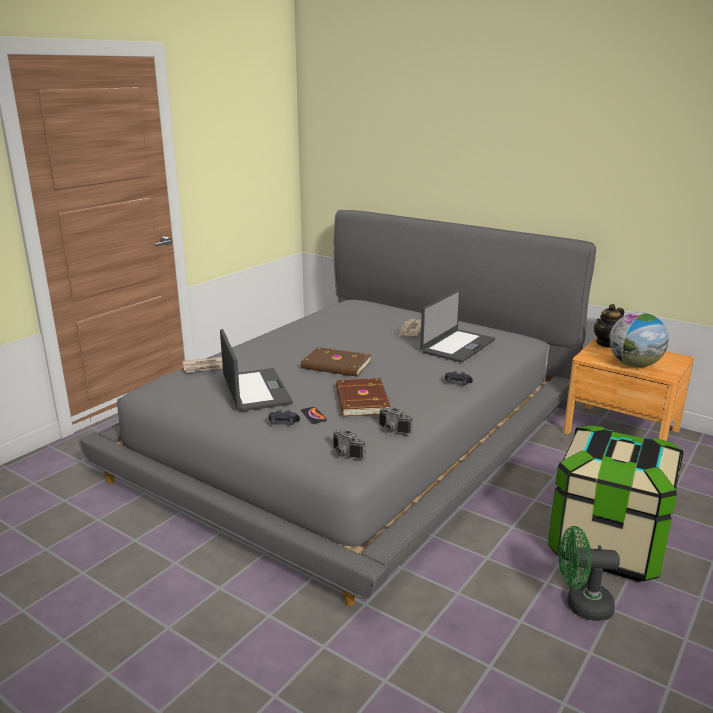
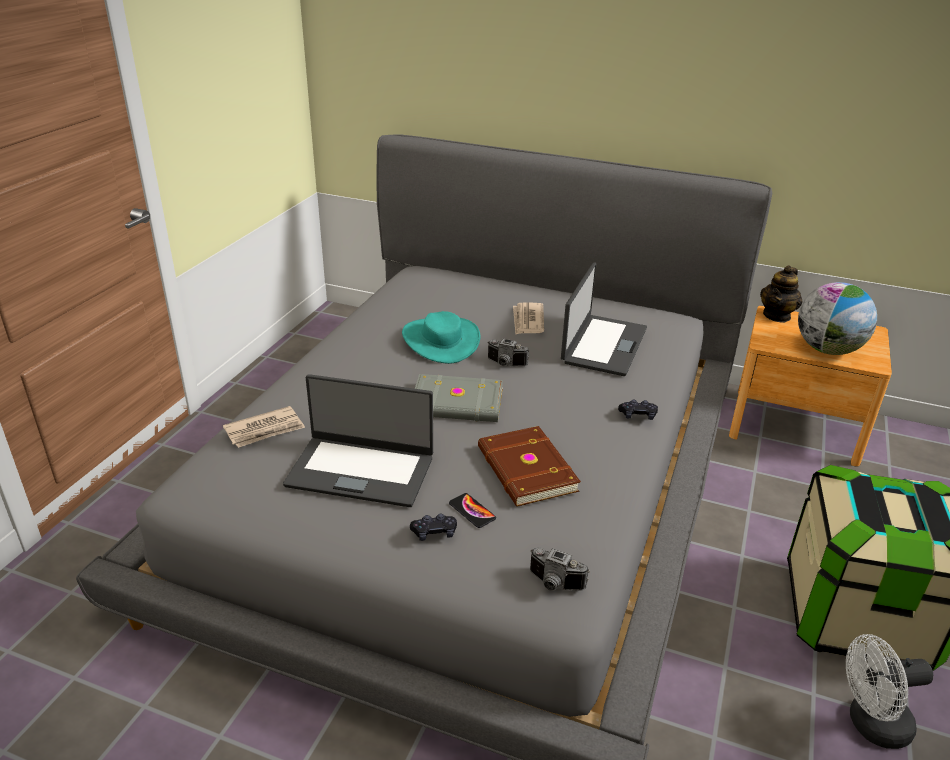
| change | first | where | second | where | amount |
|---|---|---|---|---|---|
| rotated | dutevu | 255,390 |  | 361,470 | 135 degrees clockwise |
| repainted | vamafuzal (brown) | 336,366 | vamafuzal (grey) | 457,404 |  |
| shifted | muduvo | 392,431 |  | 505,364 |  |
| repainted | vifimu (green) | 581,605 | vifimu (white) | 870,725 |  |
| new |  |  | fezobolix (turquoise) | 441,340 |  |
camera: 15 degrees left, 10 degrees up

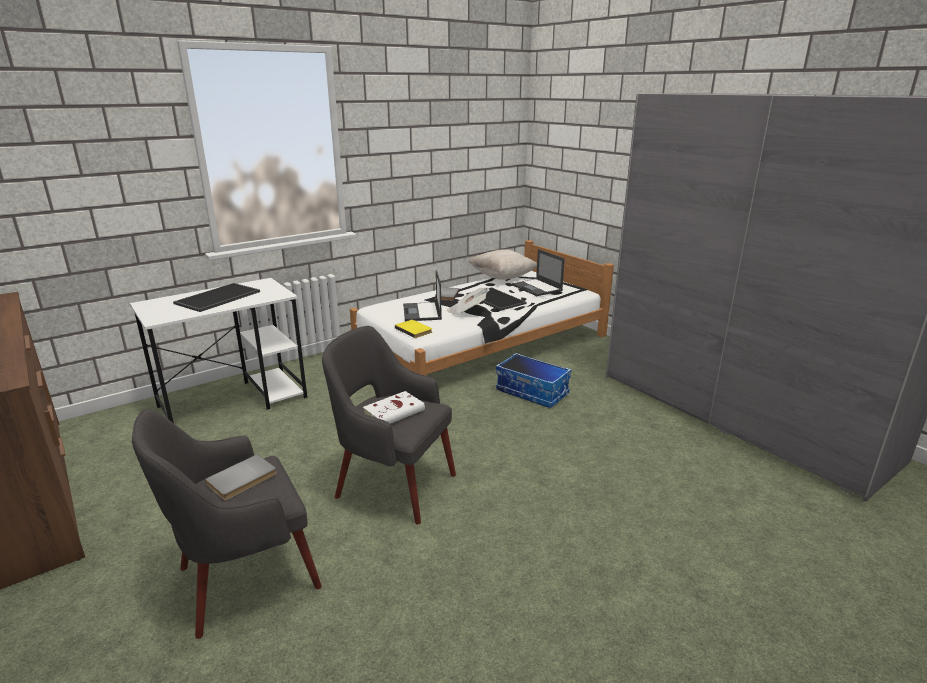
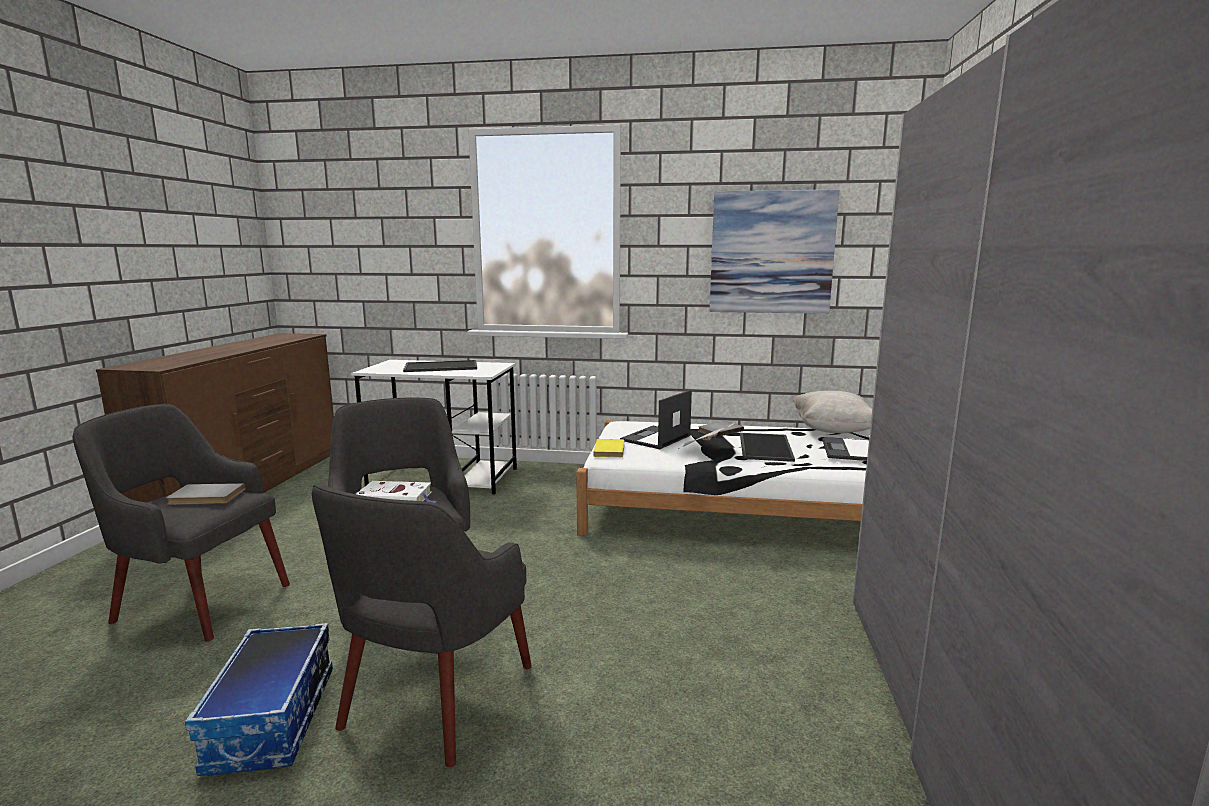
| change | first | where | second | where | amount |
|---|---|---|---|---|---|
| shifted | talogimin | 533,392 |  | 274,720 |  |
| new |  |  | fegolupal | 771,252 |  |
| new |  |  | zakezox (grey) | 436,698 |  |
camera: 45 degrees right, 10 degrees down

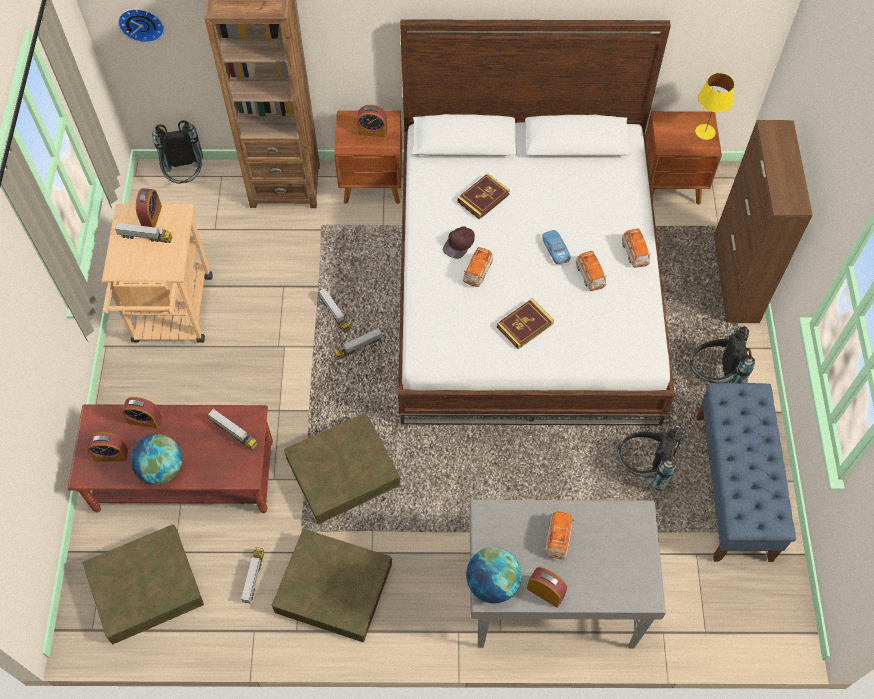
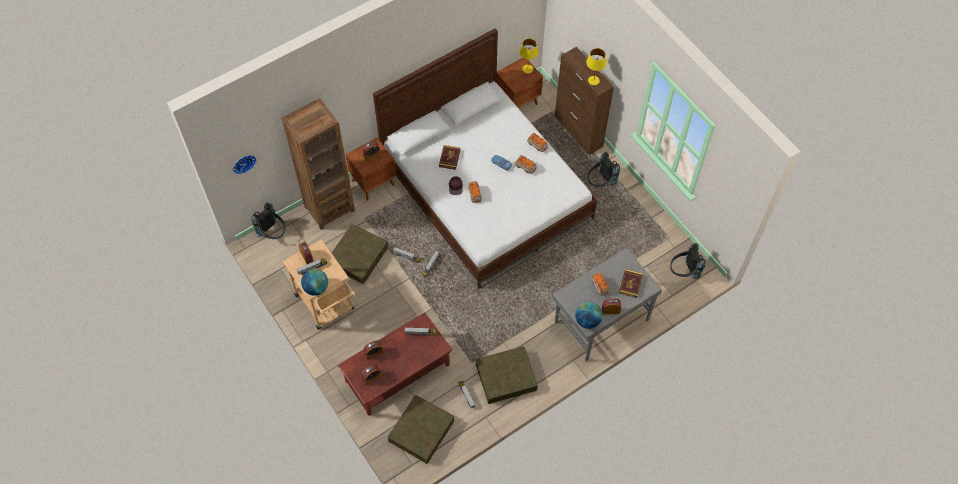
| change | first | where | second | where | amount |
|---|---|---|---|---|---|
| shifted | vamafuzal | 524,325 |  | 630,284 |  |
| gone | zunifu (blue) | 733,487 |  |  |  |
| shifted | talogimin (brown) | 342,472 |  | 358,256 |  |
| shifted | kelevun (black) | 643,468 |  | 683,272 |  |
| shifted | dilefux | 161,469 |  | 316,288 |  |
| new |  |  | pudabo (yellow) | 593,80 |  |
camera: 35 degrees left, 0 degrees up

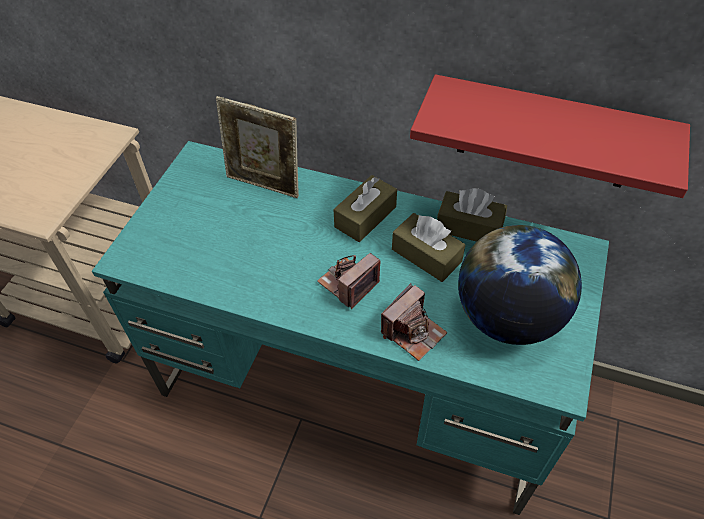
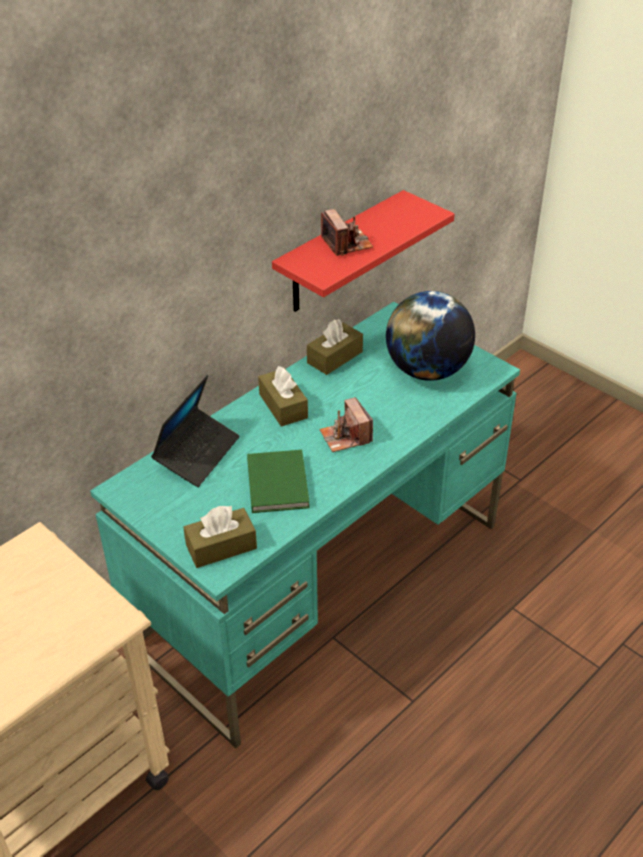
| change | first | where | second | where | amount |
|---|---|---|---|---|---|
| swapped | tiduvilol | 264,184 | dutevu | 197,453 |  |
| shifted | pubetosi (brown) | 426,255 |  | 221,547 |  |
| shifted | muduvo | 413,332 |  | 346,244 |  |
| new |  |  | vamafuzal (green) | 278,482 |  |
camera: 65 degrees left, 10 degrees down

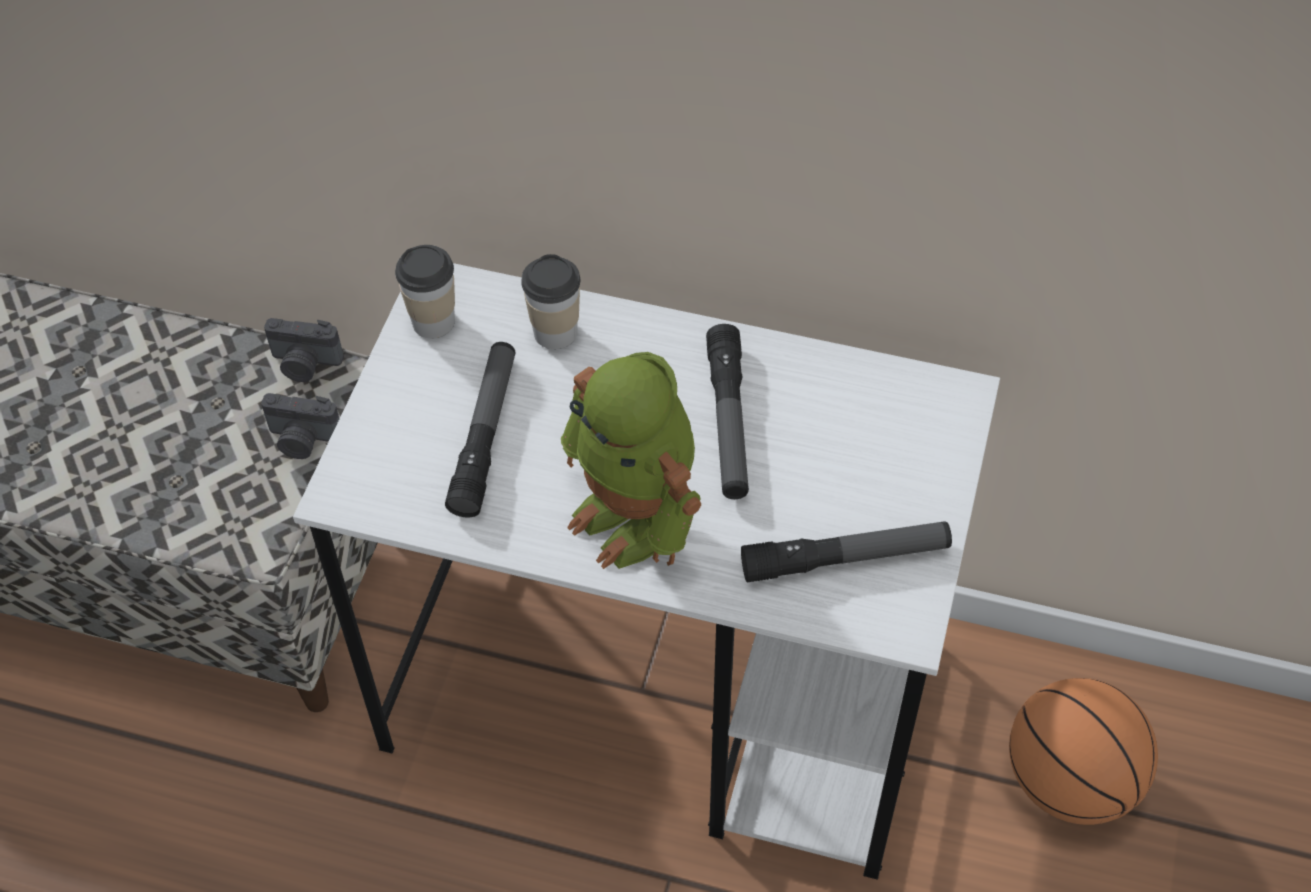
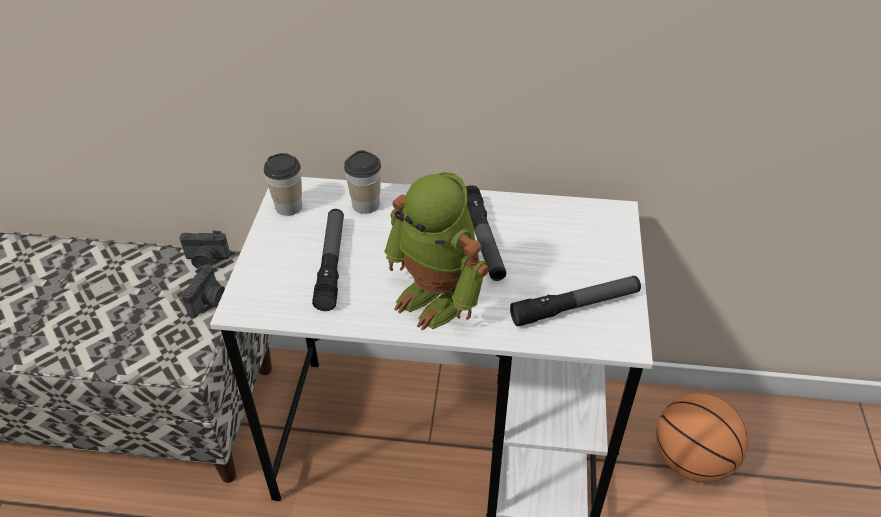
| change | first | where | second | where | amount |
|---|---|---|---|---|---|
| rotated | muduvo | 303,440 |  | 209,301 | 75 degrees counterclockwise |
camera: 10 degrees left, 10 degrees down

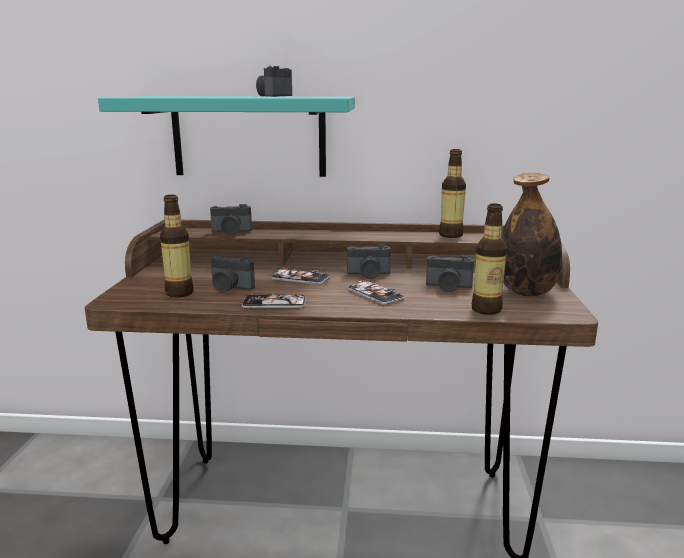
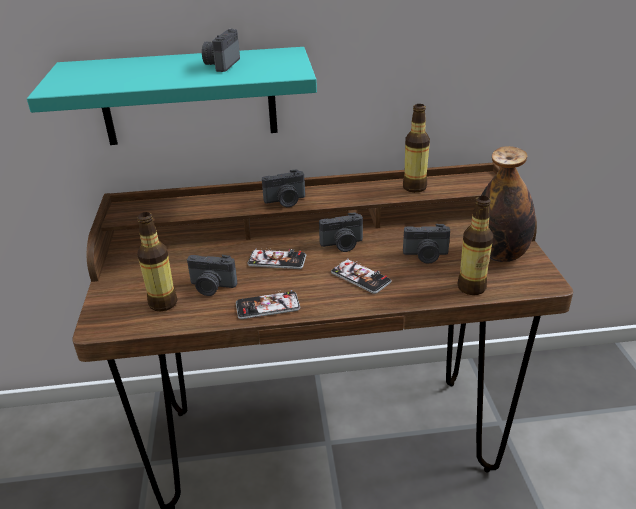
| change | first | where | second | where | amount |
|---|---|---|---|---|---|
| shifted | muduvo | 231,232 |  | 285,201 |  |
camera: 10 degrees left, 15 degrees up

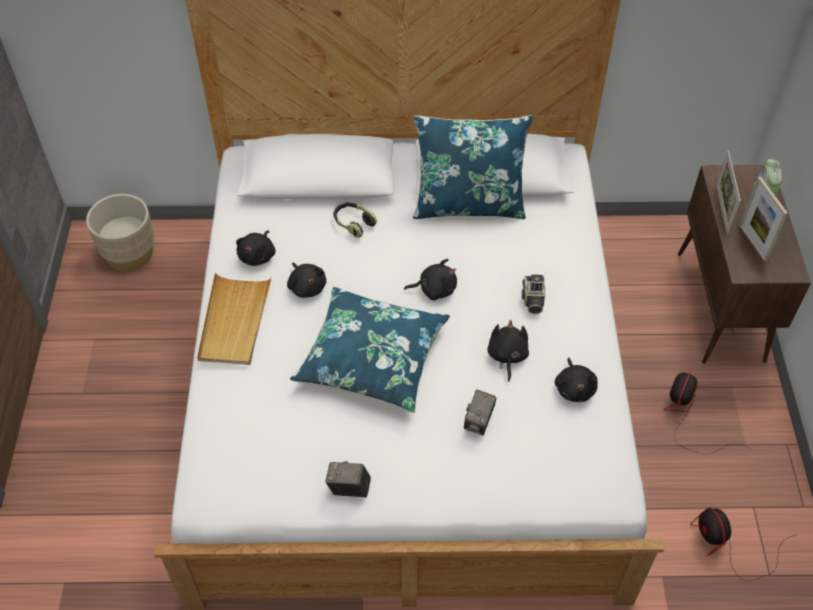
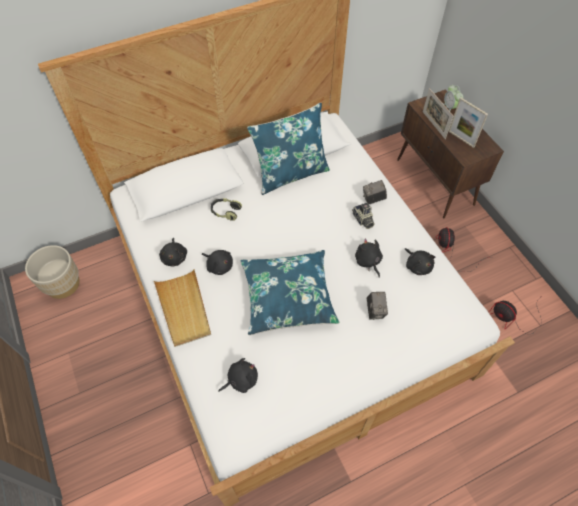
| change | first | where | second | where | amount |
|---|---|---|---|---|---|
| shifted | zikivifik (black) | 434,289 |  | 241,380 |  |
| shifted | muduvo | 349,489 |  | 373,199 |  |
camera: 25 degrees left, 5 degrees up

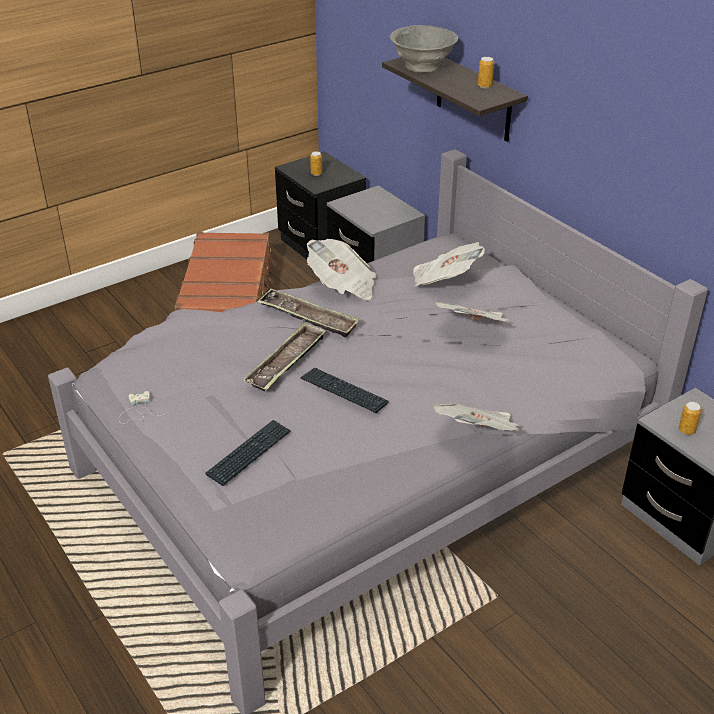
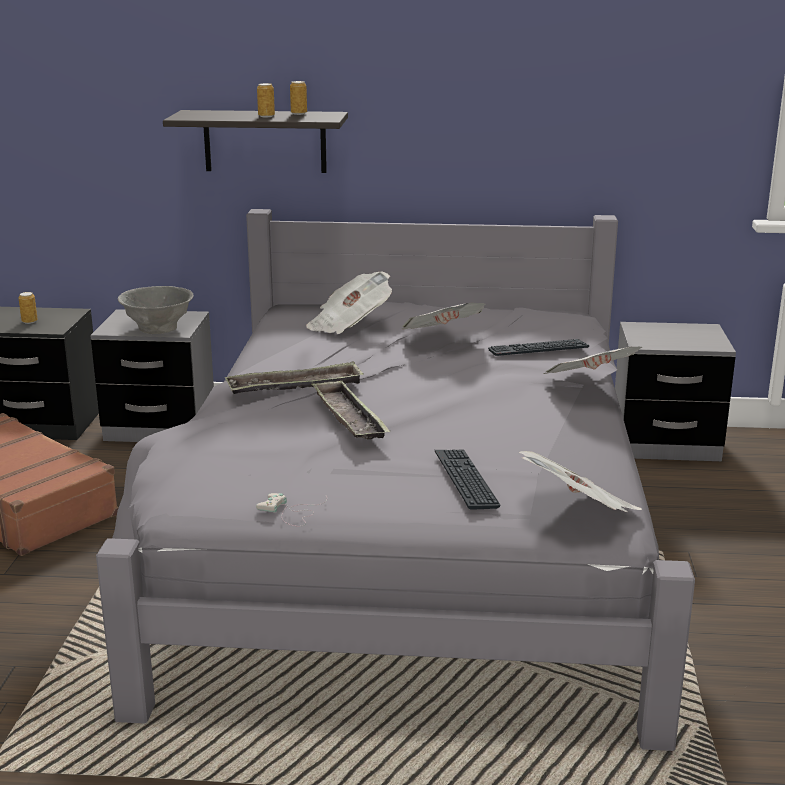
| change | first | where | second | where | amount |
|---|---|---|---|---|---|
| shifted | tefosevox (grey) | 422,66 |  | 158,328 |  |
| shifted | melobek | 342,285 |  | 579,512 |  |
| shifted | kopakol | 344,391 |  | 538,349 |  |
| shifted | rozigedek | 686,430 |  | 266,116 |  |
camera: 50 degrees left, 15 degrees down

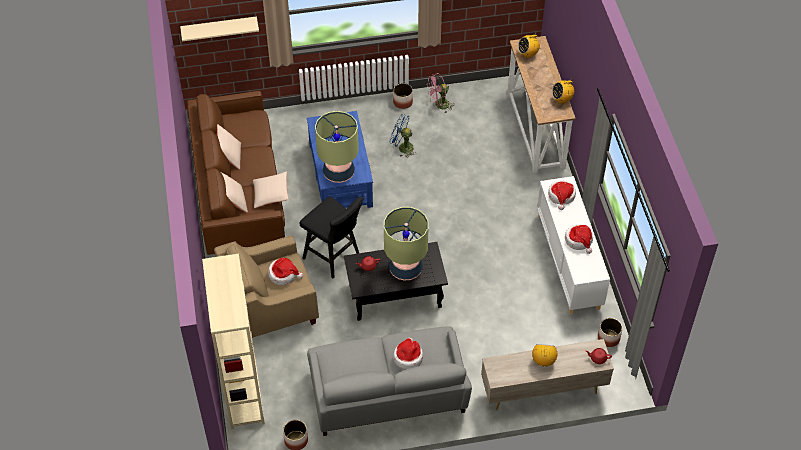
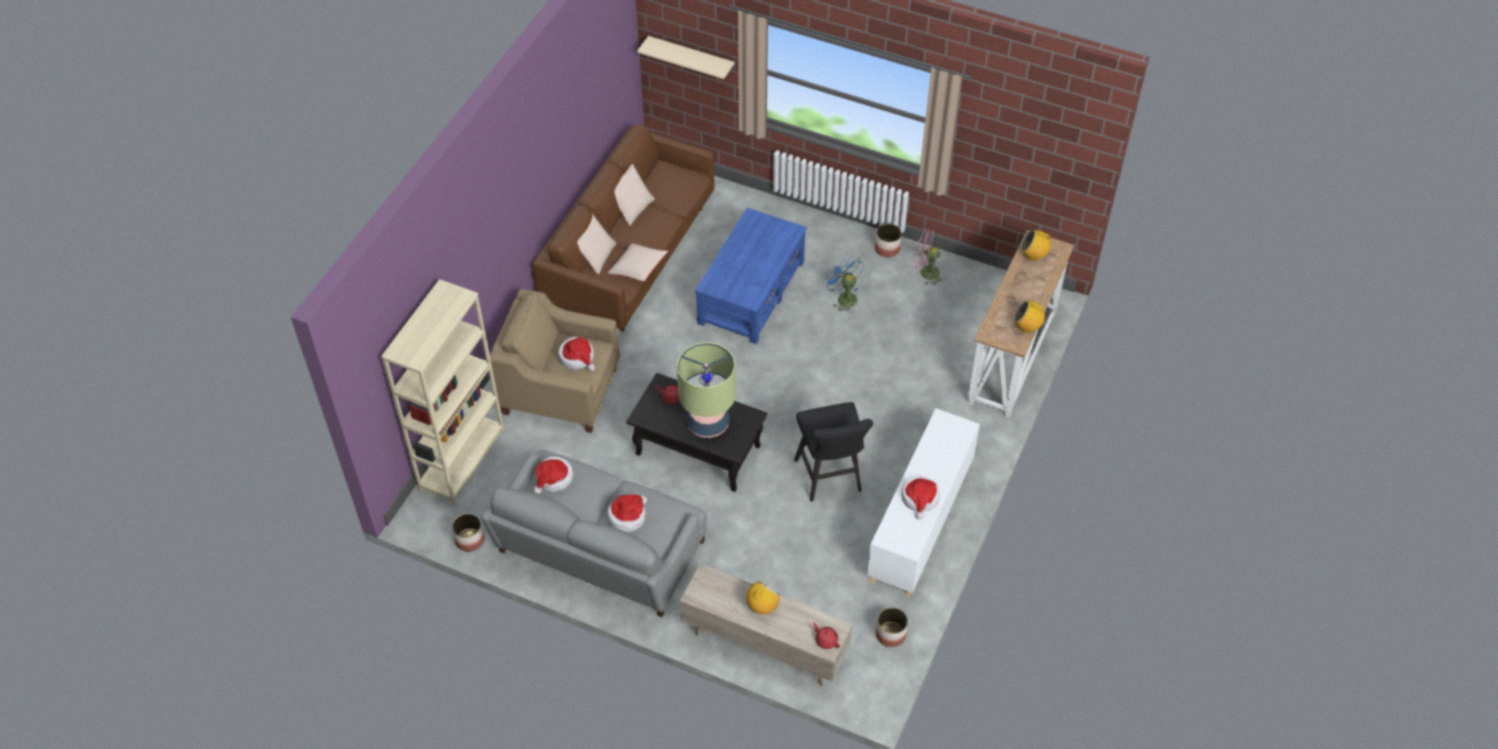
| change | first | where | second | where | amount |
|---|---|---|---|---|---|
| gone | pudabo | 338,172 |  |  |  |
| shifted | fezobolix | 561,196 |  | 553,479 |  |
| shifted | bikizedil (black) | 334,258 |  | 830,479 |  |
camera: 35 degrees right, 0 degrees up

